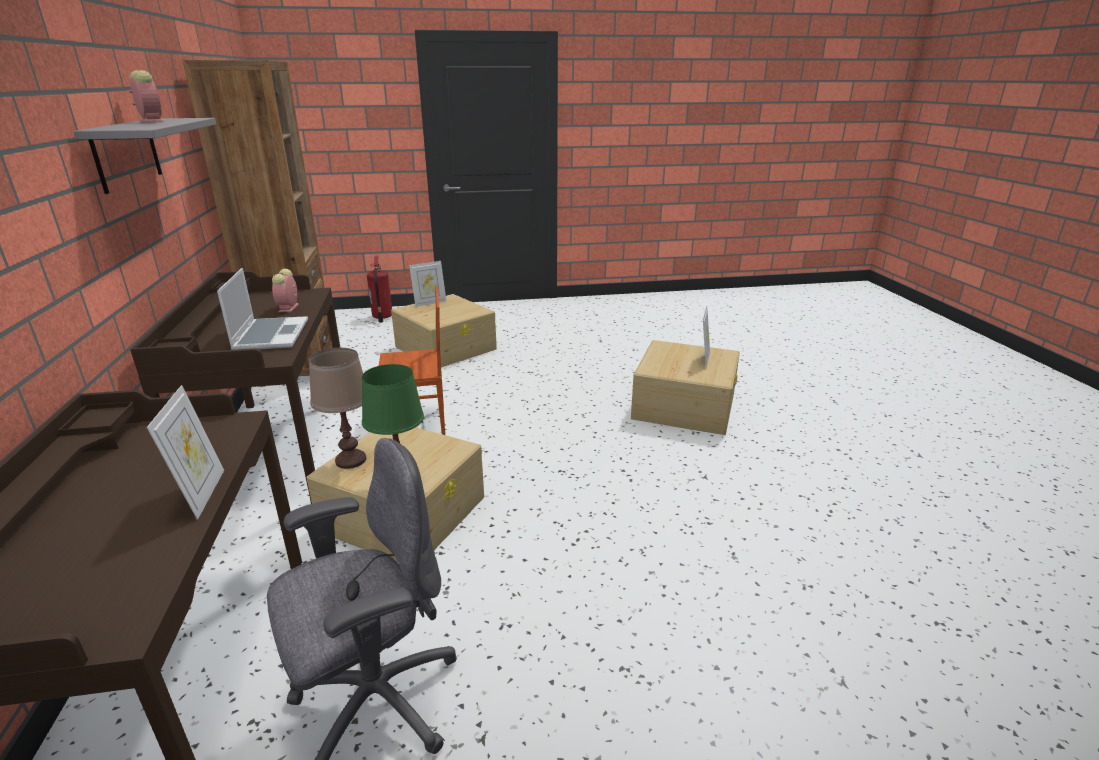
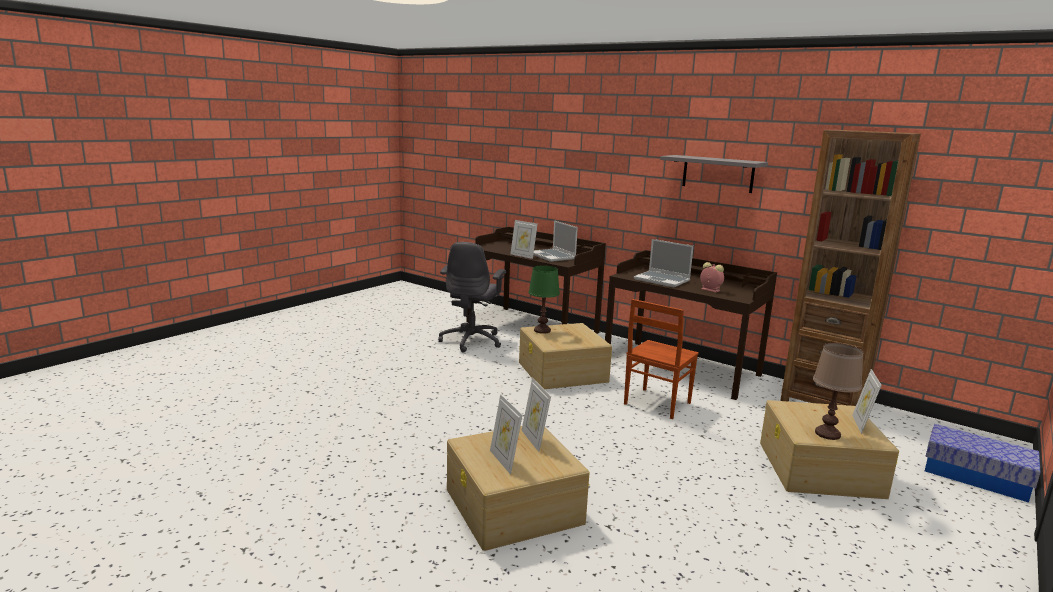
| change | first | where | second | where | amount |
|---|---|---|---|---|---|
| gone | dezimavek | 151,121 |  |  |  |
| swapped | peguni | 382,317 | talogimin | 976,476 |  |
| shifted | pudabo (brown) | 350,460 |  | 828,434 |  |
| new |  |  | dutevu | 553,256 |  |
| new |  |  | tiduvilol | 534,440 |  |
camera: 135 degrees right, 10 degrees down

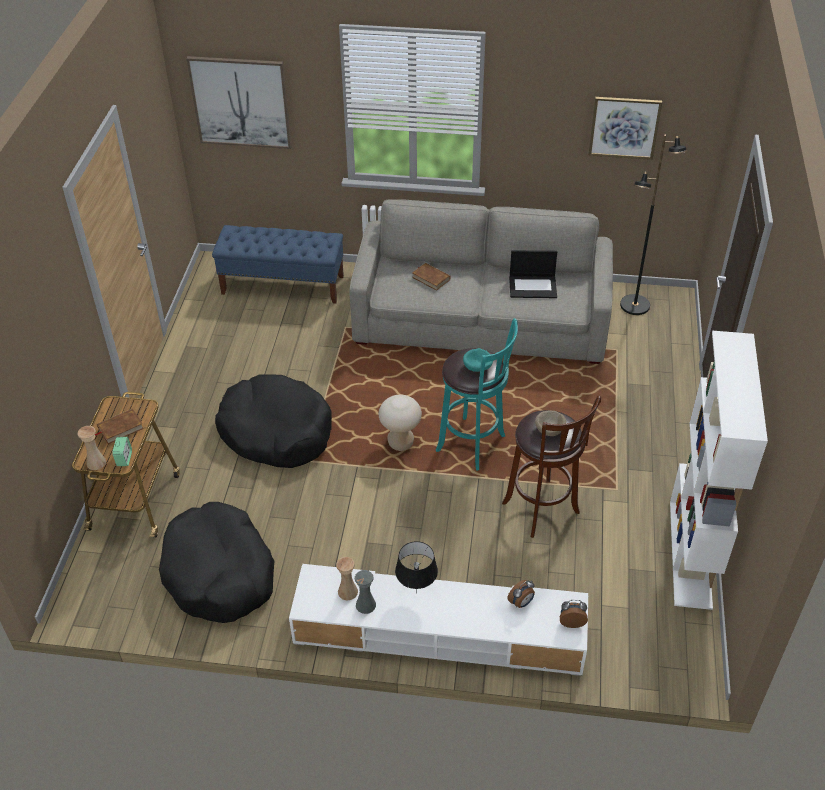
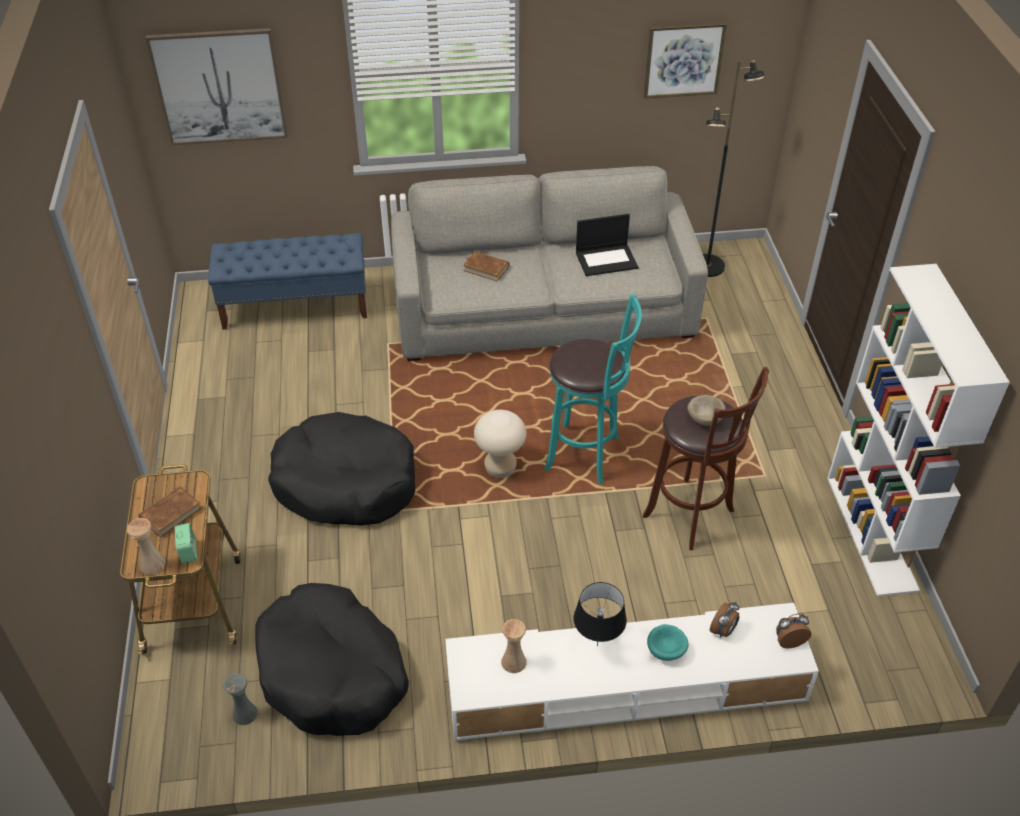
| change | first | where | second | where | amount |
|---|---|---|---|---|---|
| shifted | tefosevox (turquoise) | 478,367 |  | 667,650 |  |
| shifted | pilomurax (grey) | 365,605 |  | 245,713 |  |
camera: 15 degrees left, 0 degrees up

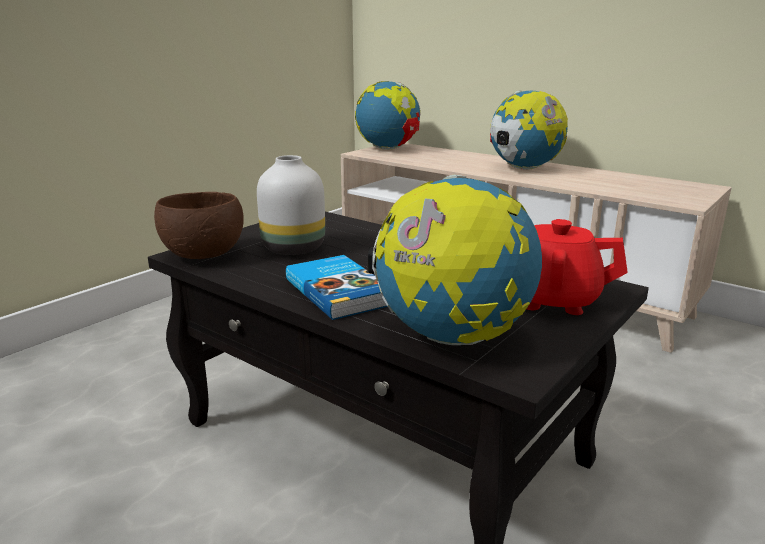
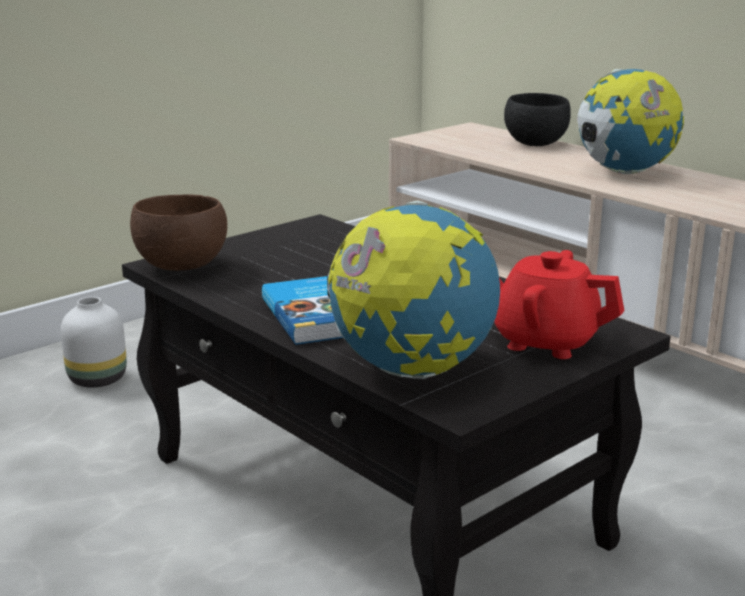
| change | first | where | second | where | amount |
|---|---|---|---|---|---|
| gone | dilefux | 388,149 |  |  |  |
| shifted | pilomurax (white) | 293,248 |  | 97,378 |  |
| new |  |  | tefosevox (black) | 534,144 |  |
camera: 10 degrees right, 0 degrees up

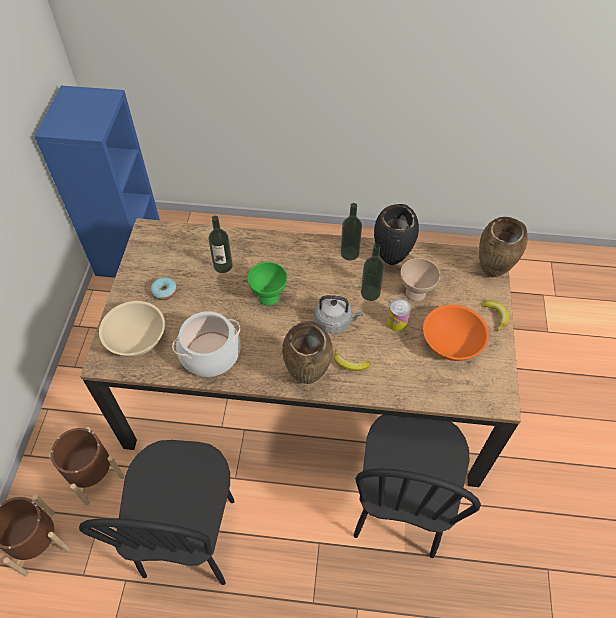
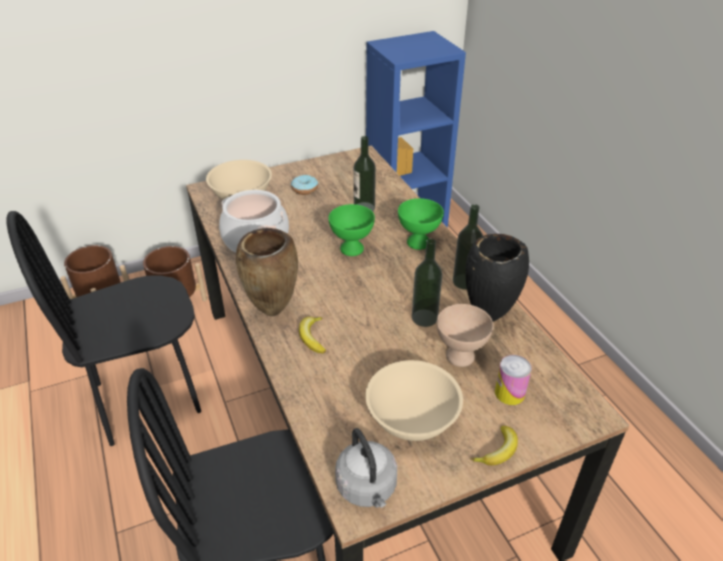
| change | first | where | second | where | amount |
|---|---|---|---|---|---|
| gone | pilomurax (brown) | 491,274 |  |  |  |
| shifted | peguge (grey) | 335,322 |  | 367,488 |  |
| shifted | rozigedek | 397,322 |  | 509,393 |  |
| repainted | tefosevox (orange) | 451,344 | tefosevox (beige) | 411,418 |  |
| new |  |  | tefosevox (green) | 419,243 |  |
camera: 60 degrees right, 15 degrees down

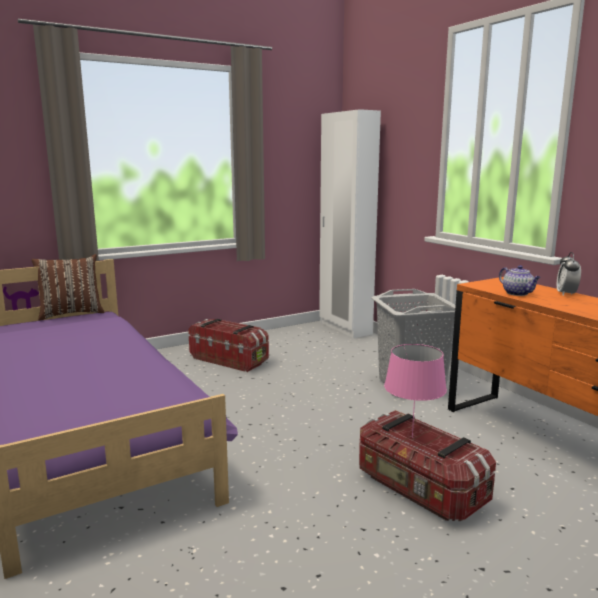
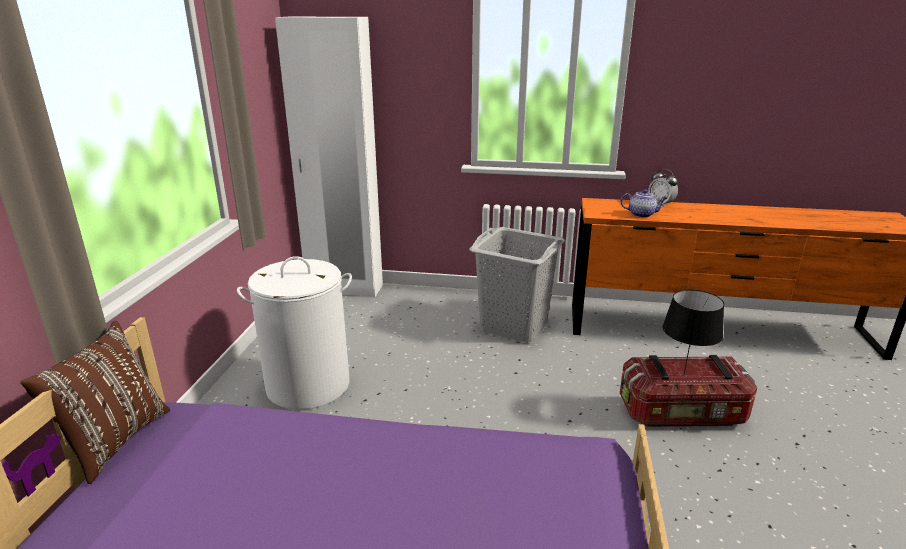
| change | first | where | second | where | amount |
|---|---|---|---|---|---|
| swapped | talogimin | 230,360 | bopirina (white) | 308,385 |  |
| repainted | pudabo (pink) | 412,438 | pudabo (black) | 684,374 |  |
camera: 50 degrees left, 10 degrees up

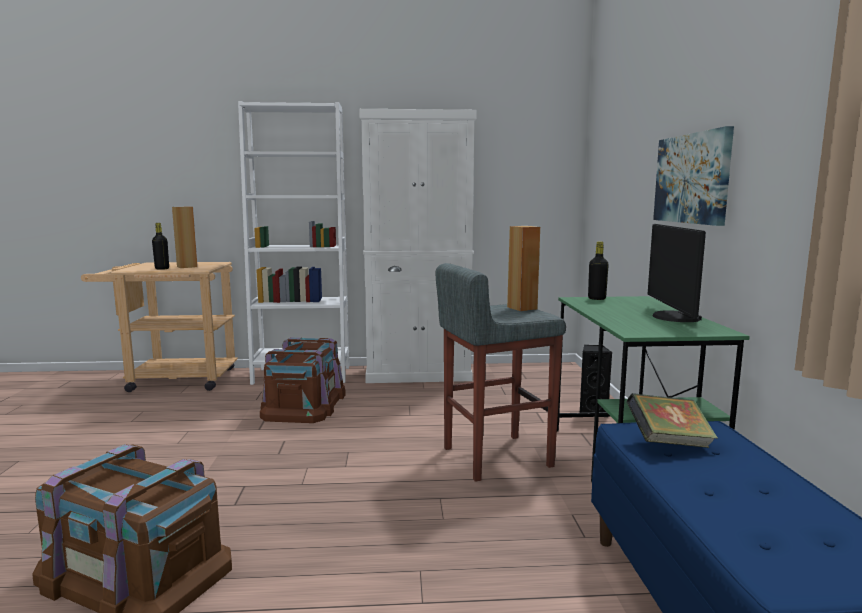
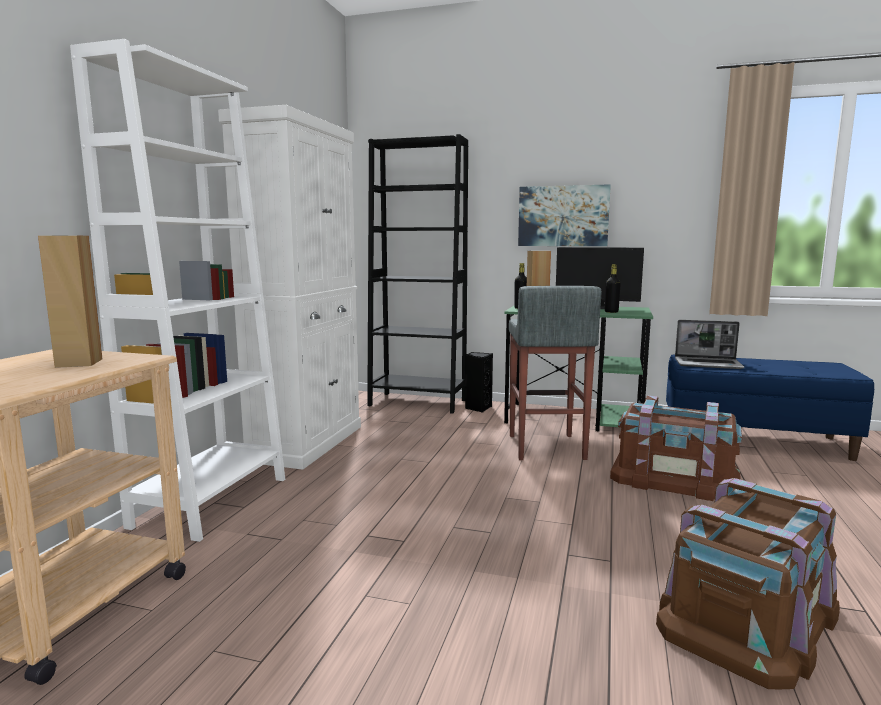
| change | first | where | second | where | amount |
|---|---|---|---|---|---|
| shifted | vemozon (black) | 162,269 |  | 611,312 |  |
| shifted | talogimin (brown) | 305,404 |  | 674,477 |  |
| swapped | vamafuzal | 668,443 | dutevu | 708,364 |  |
| new |  |  | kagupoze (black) | 417,402 |  |
camera: 70 degrees left, 0 degrees up

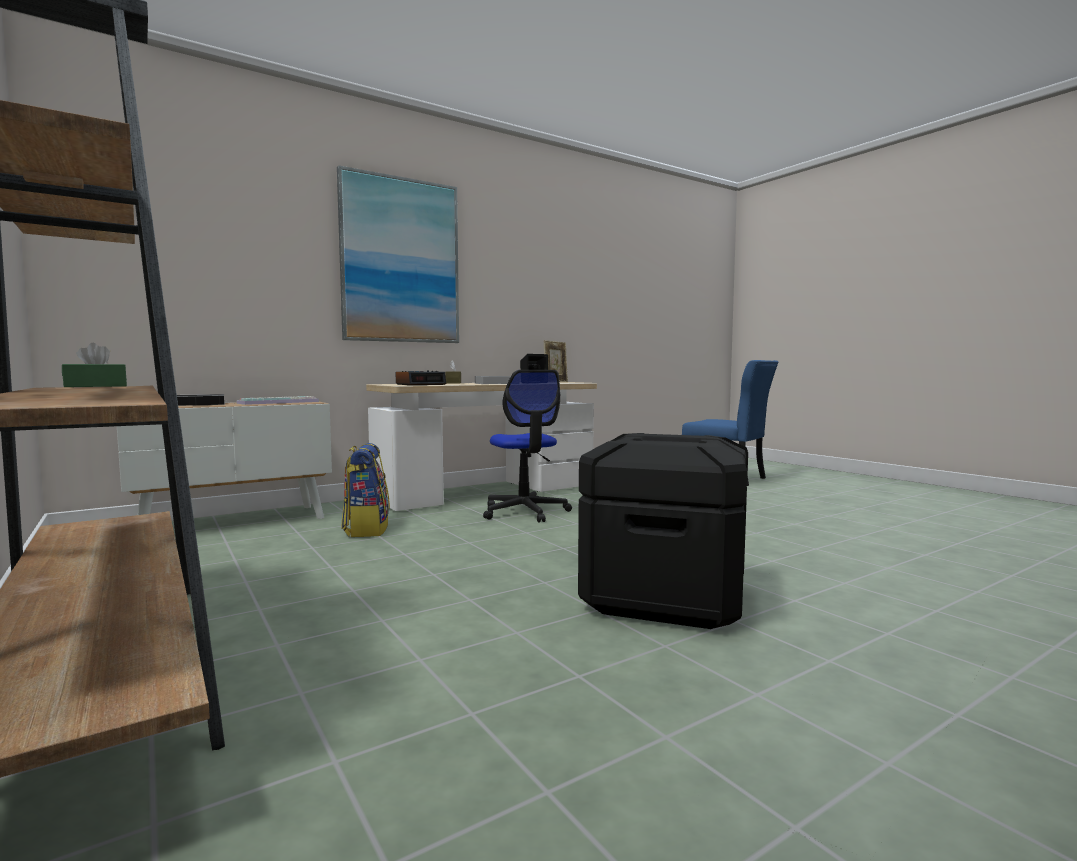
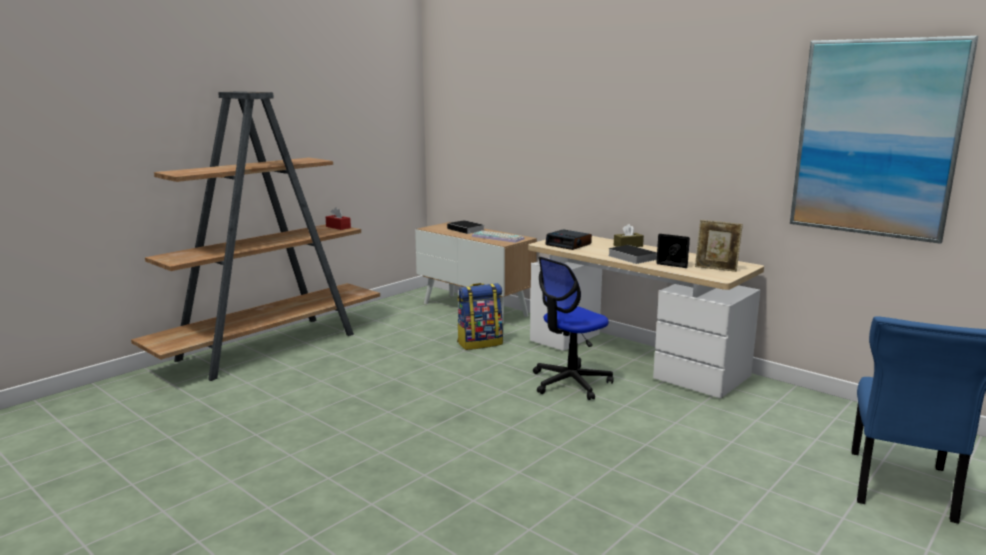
| change | first | where | second | where | amount |
|---|---|---|---|---|---|
| shifted | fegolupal | 400,261 |  | 875,138 |  |
| repainted | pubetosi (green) | 96,386 | pubetosi (red) | 338,227 |  |
| gone | talogimin (black) | 665,597 |  |  |  |
camera: 75 degrees right, 10 degrees up

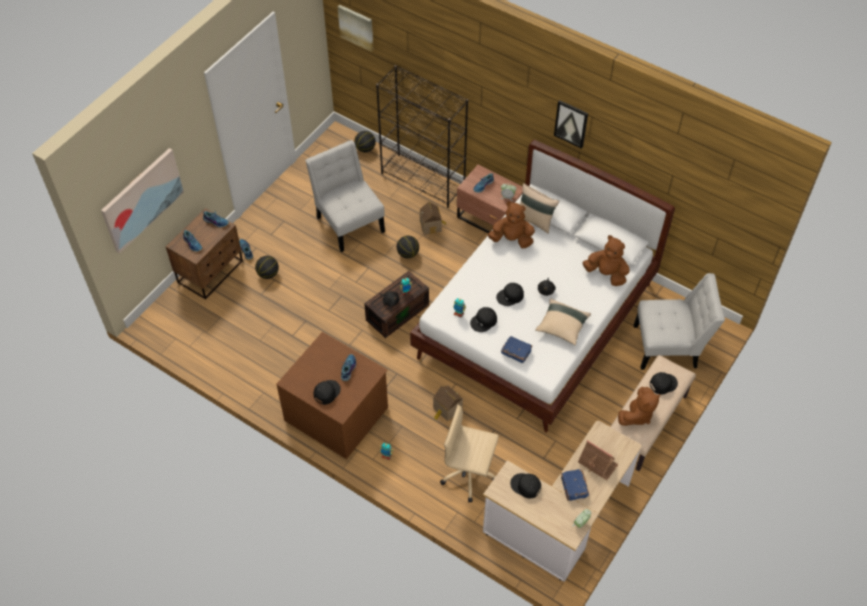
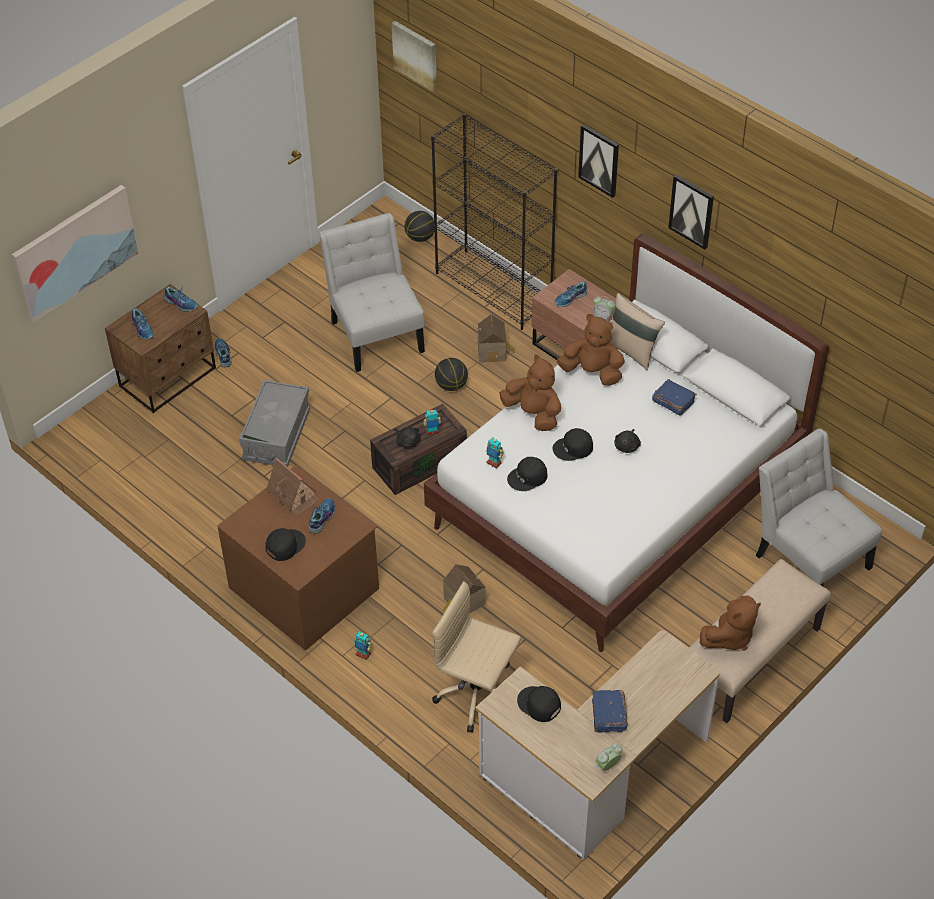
| change | first | where | second | where | amount |
|---|---|---|---|---|---|
| shifted | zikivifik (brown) | 606,274 |  | 533,413 |  |
| gone | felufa | 268,274 |  |  |  |
| rotated | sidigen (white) | 669,346 |  | 809,557 | 135 degrees counterclockwise |
| gone | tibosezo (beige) | 562,326 |  |  |  |
| shifted | vamafuzal (blue) | 515,352 |  | 673,402 |  |
| gone | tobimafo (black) | 663,383 |  |  |  |
| shifted | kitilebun | 597,463 |  | 293,494 |  |
| new |  |  | fegolupal | 599,160 |  |
| new |  |  | talogimin (grey) | 277,435 |  |
camera: 10 degrees right, 5 degrees down

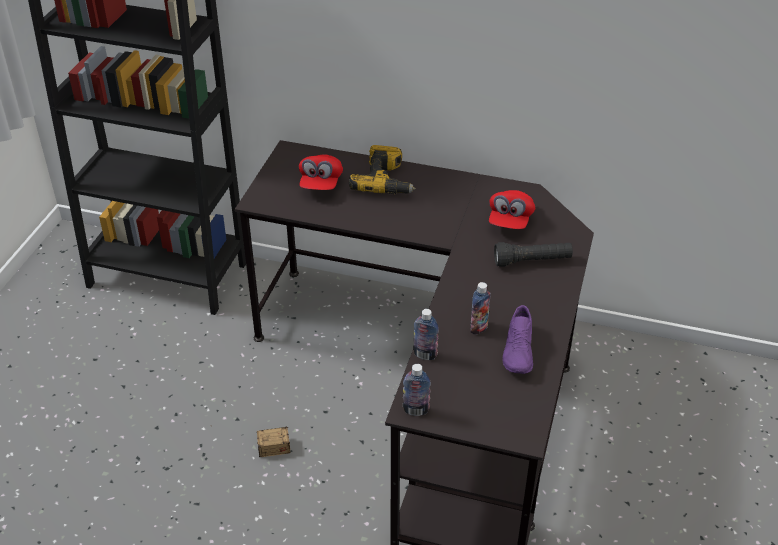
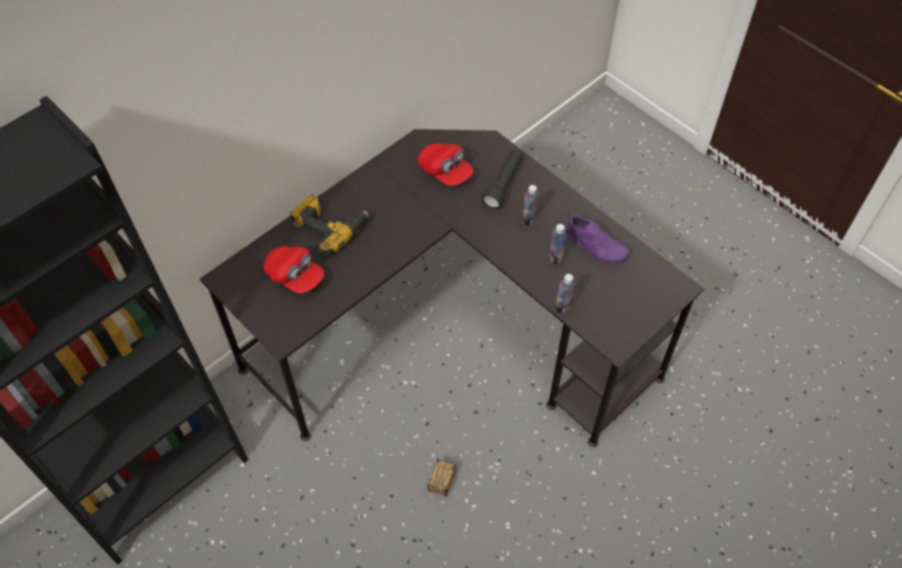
| change | first | where | second | where | amount |
|---|---|---|---|---|---|
| shifted | vemozon | 416,410 |  | 529,219 |  |
camera: 60 degrees left, 15 degrees up

